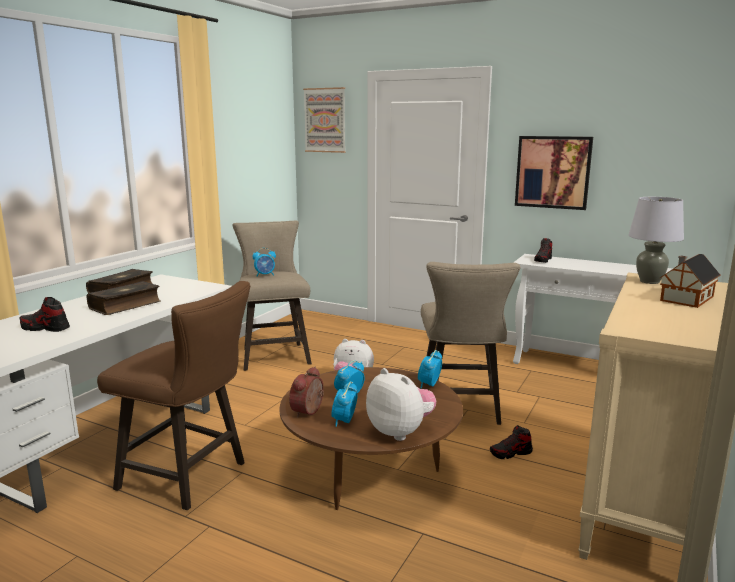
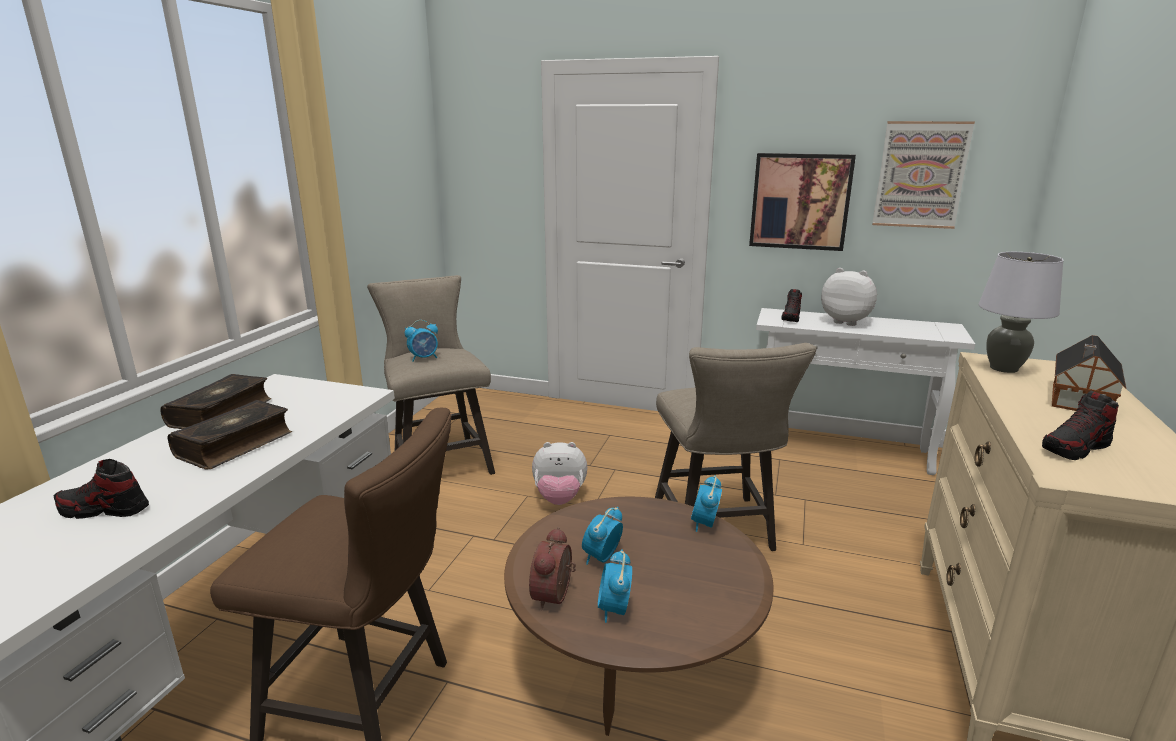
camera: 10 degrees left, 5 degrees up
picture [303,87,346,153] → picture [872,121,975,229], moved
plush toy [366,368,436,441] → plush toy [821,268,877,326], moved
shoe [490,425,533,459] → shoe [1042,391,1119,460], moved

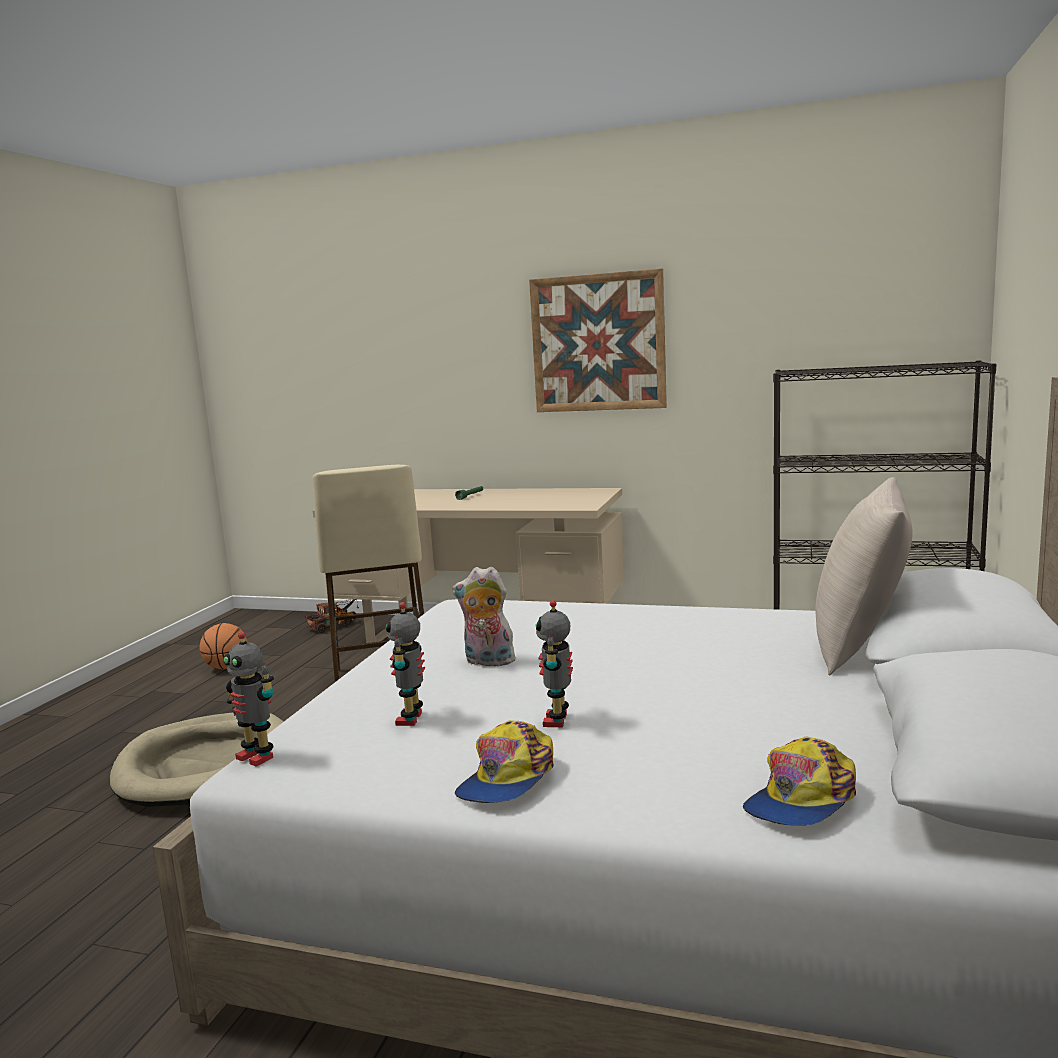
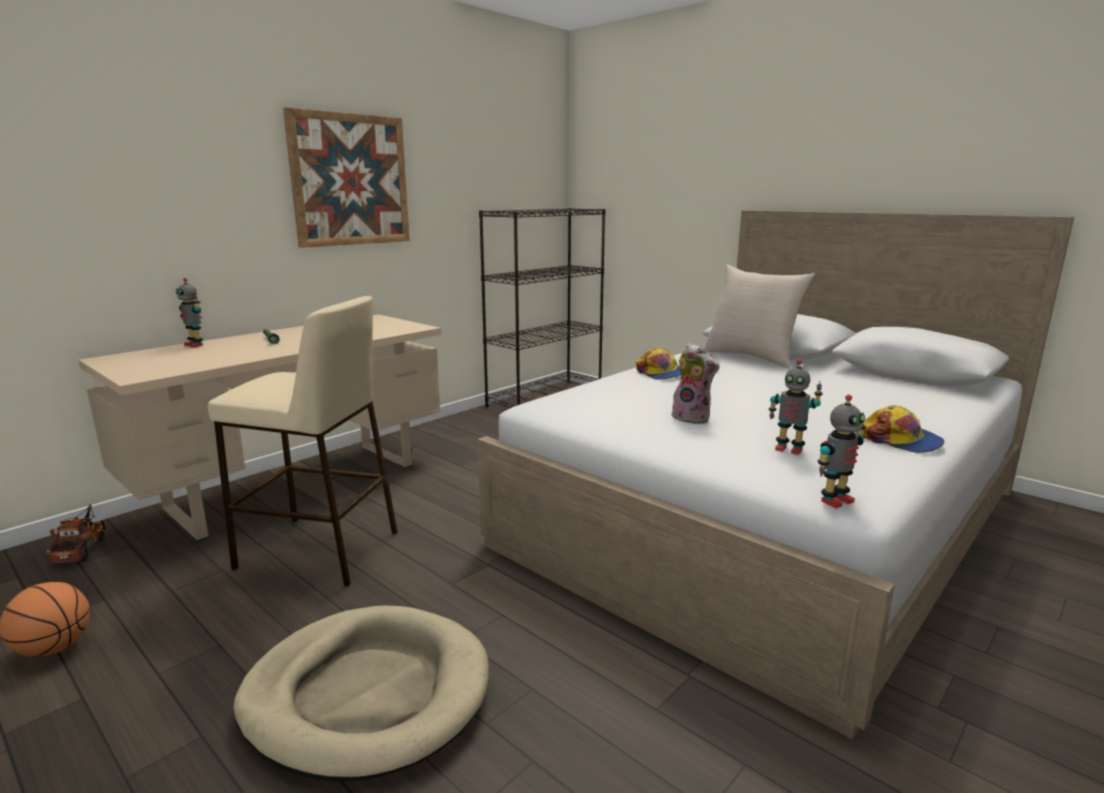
camera: 65 degrees left, 5 degrees up
plush toy [452,566,516,666] → plush toy [672,343,720,424], 90 degrees counterclockwise
toy robot [536,600,573,727] → toy robot [175,278,203,348], moved
cap [743,737,856,826] → cap [636,348,681,380], moved

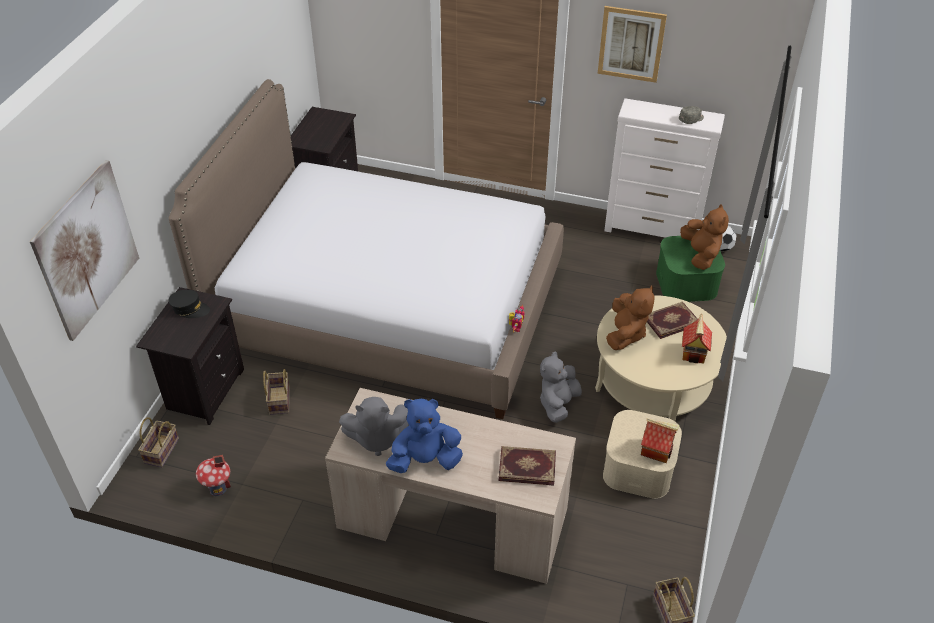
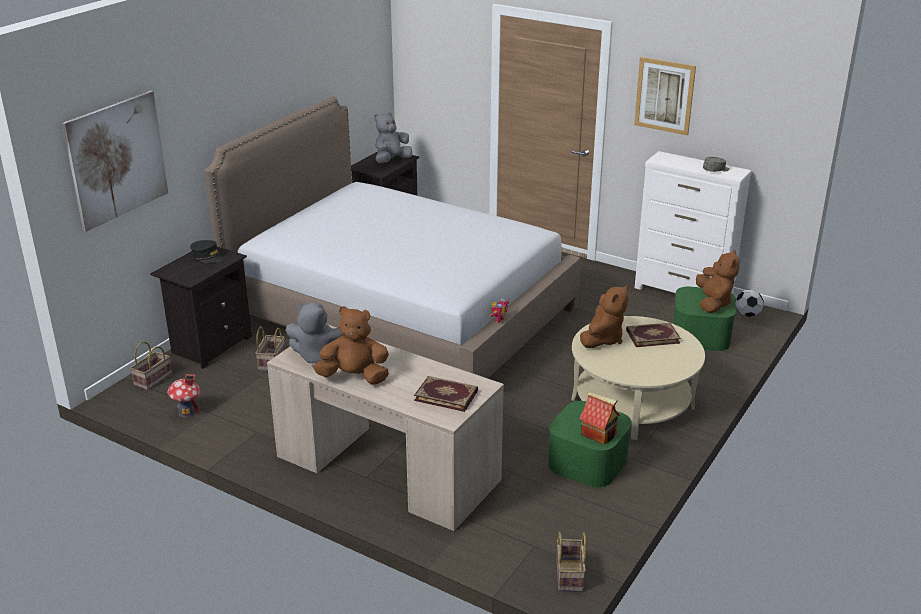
camera: 15 degrees right, 15 degrees down
blue plush toy [386,399,463,473] → brown plush toy [313,306,389,384]
grey plush toy [540,351,582,423] → grey plush toy [374,112,412,163], moved
beige storage box [603,410,682,499] → green storage box [548,401,632,488]
toy house [682,314,712,364] → -

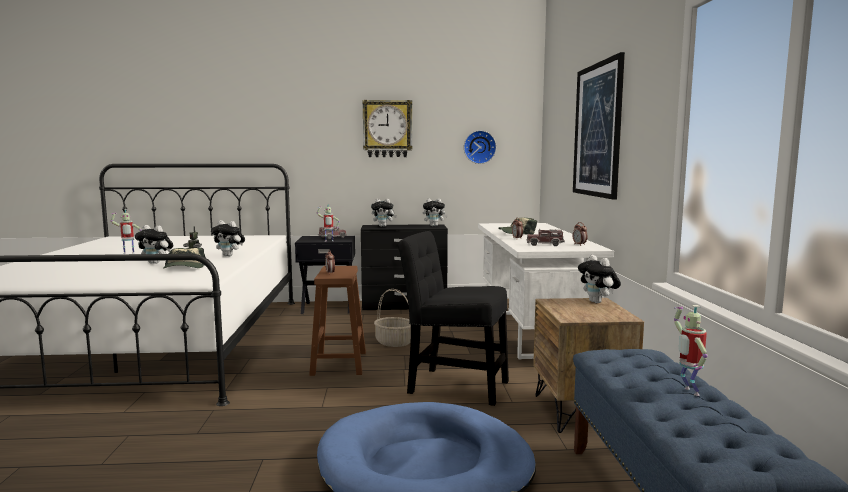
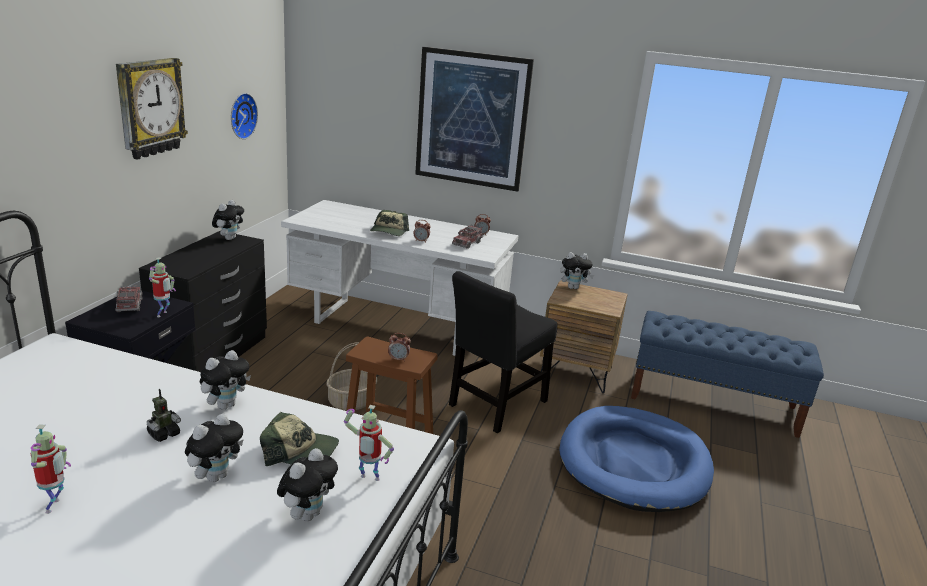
camera: 70 degrees left, 15 degrees up
plush toy [371,199,397,227] → plush toy [277,448,338,521], moved
toy robot [674,305,708,396] → toy robot [344,405,394,481], moved

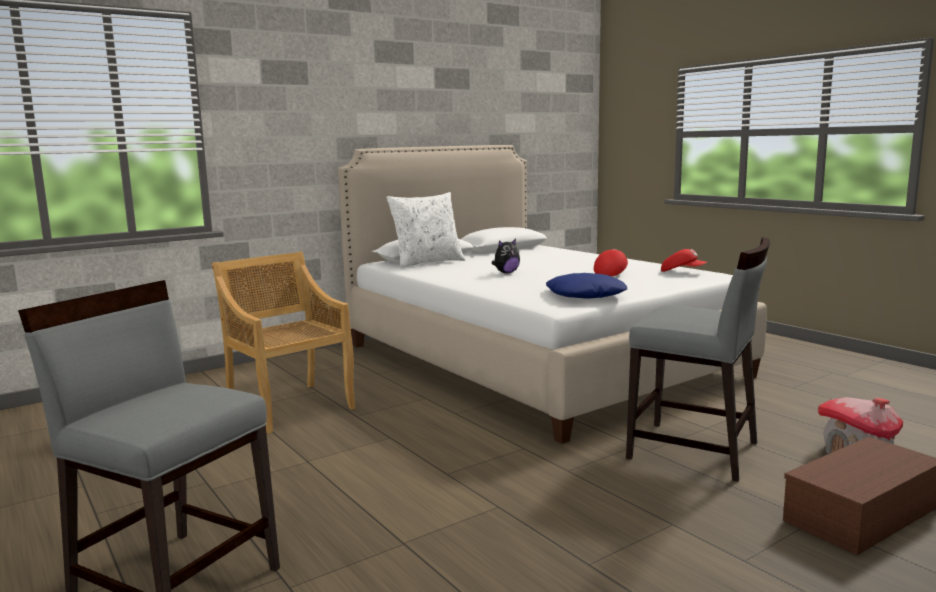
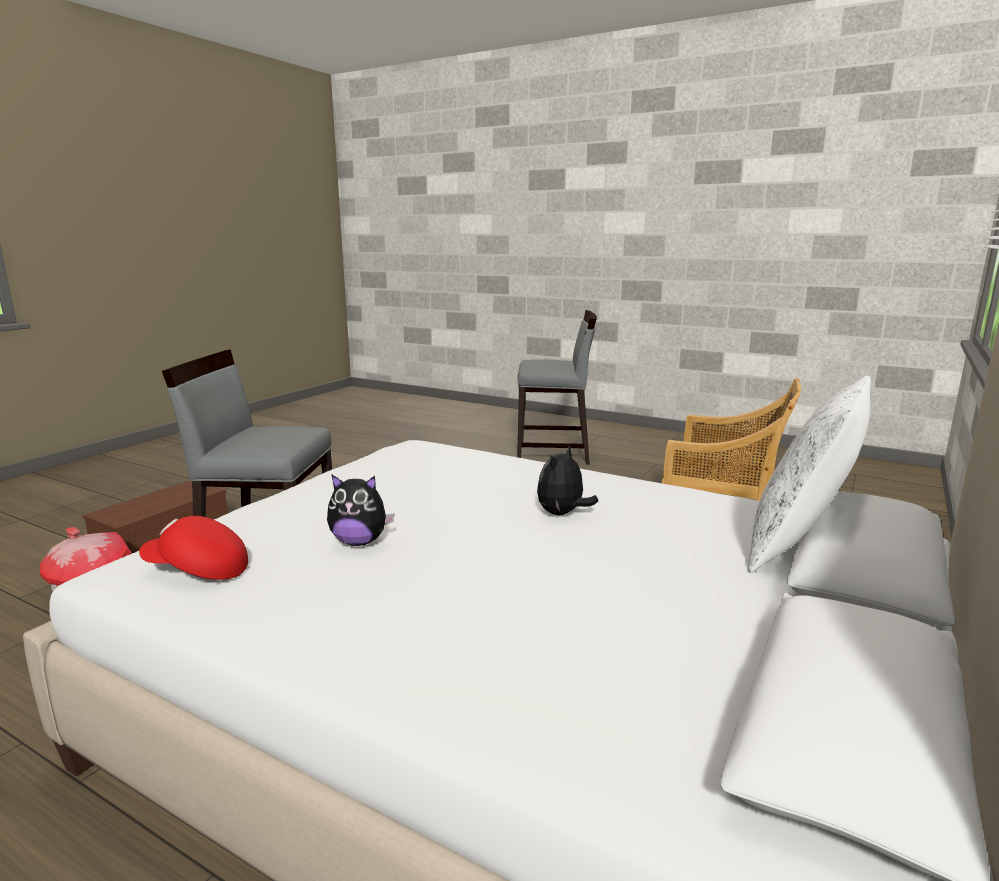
camera: 155 degrees right, 5 degrees up
blue pillow [546,273,627,298] → -
red cap [594,249,628,276] → plush toy [327,475,395,546]

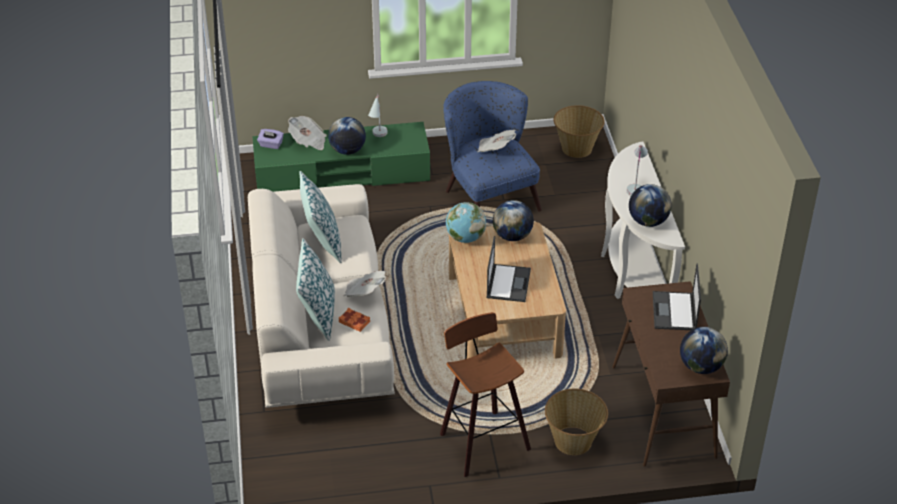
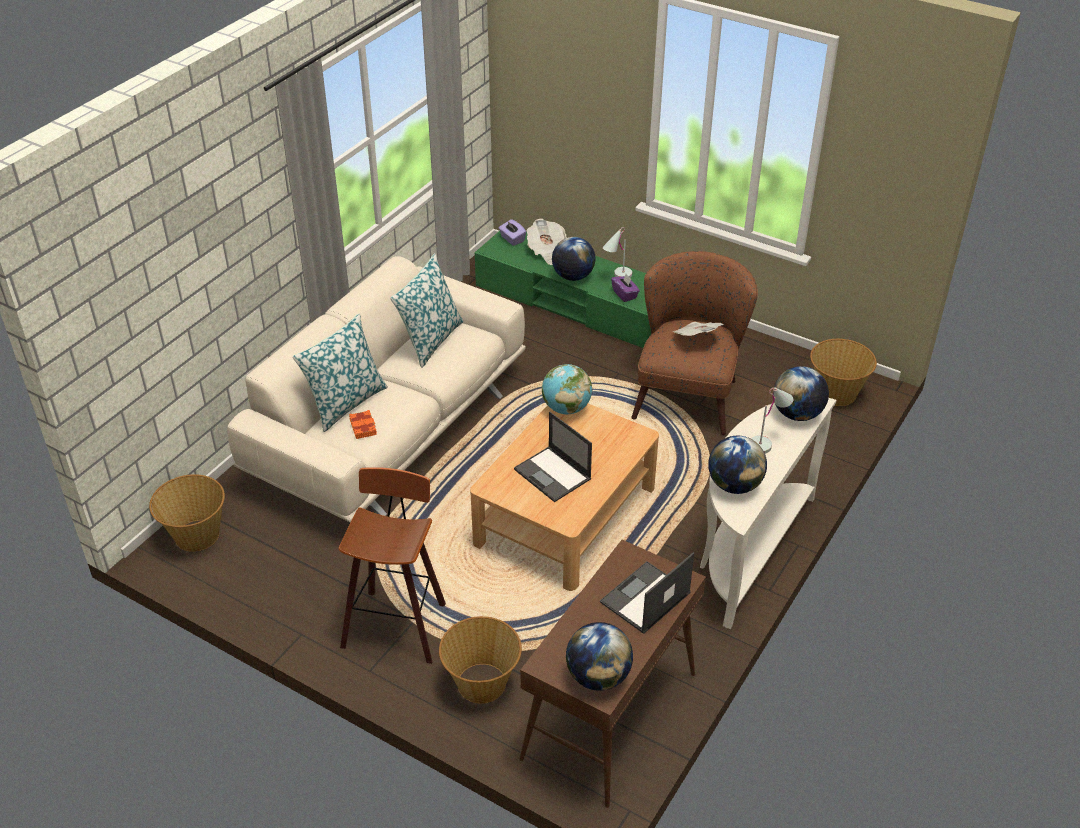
camera: 40 degrees right, 0 degrees up
newspaper [344,271,386,297] → -
blue armchair [443,81,542,212] → brown armchair [631,251,758,435]
laptop [486,236,531,302] → laptop [514,412,592,502], 90 degrees clockwise
globe [493,200,534,241] → globe [773,366,829,421], moved
- → basket [149,474,225,552]
- → purple tissue box [611,274,640,302]

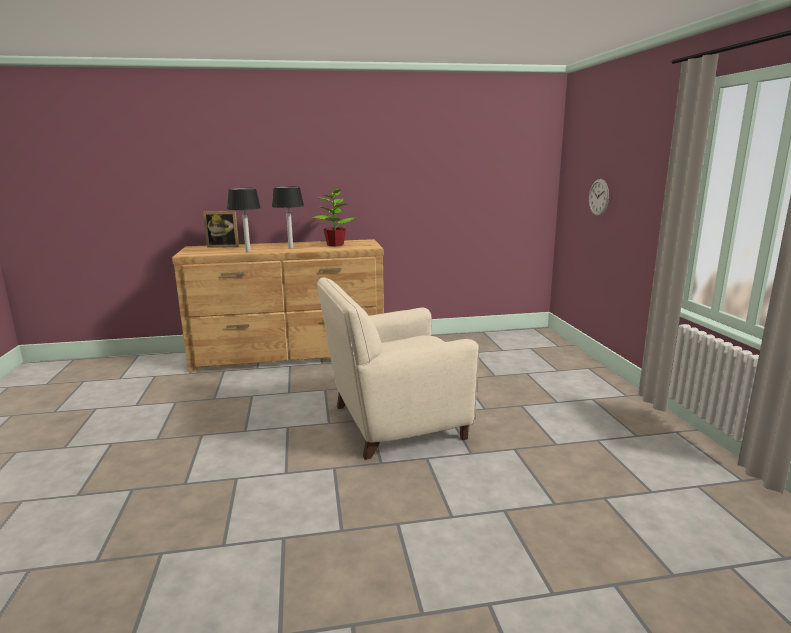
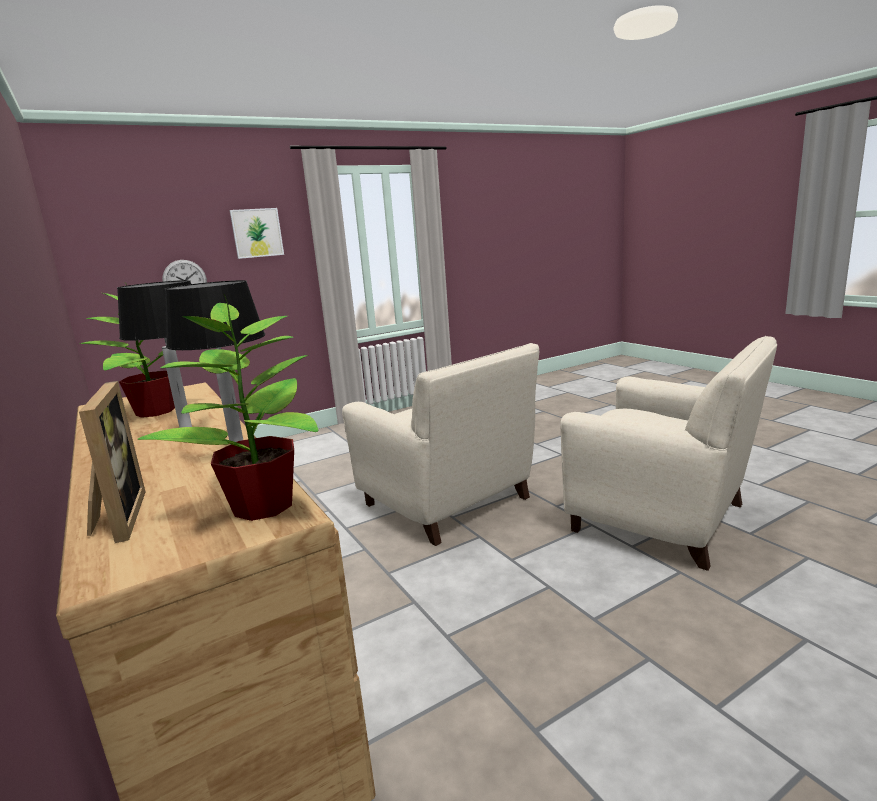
camera: 110 degrees left, 0 degrees up
- → potted plant [138,294,318,521]
- → picture [230,208,284,259]
- → beige armchair [560,336,777,571]

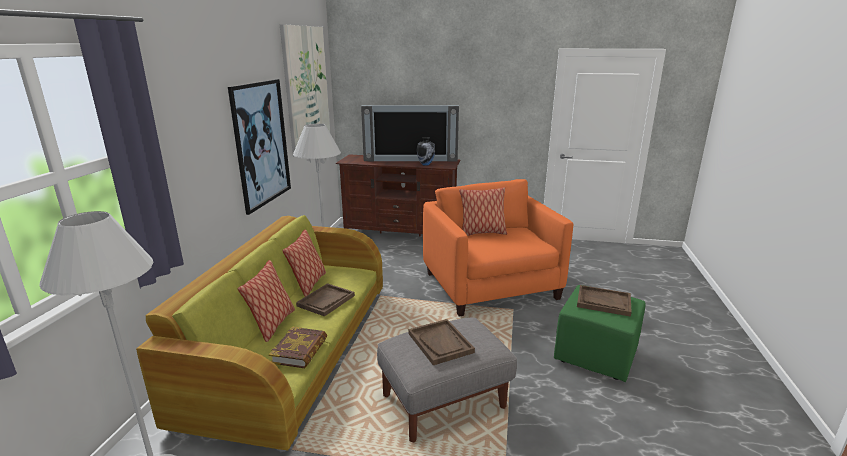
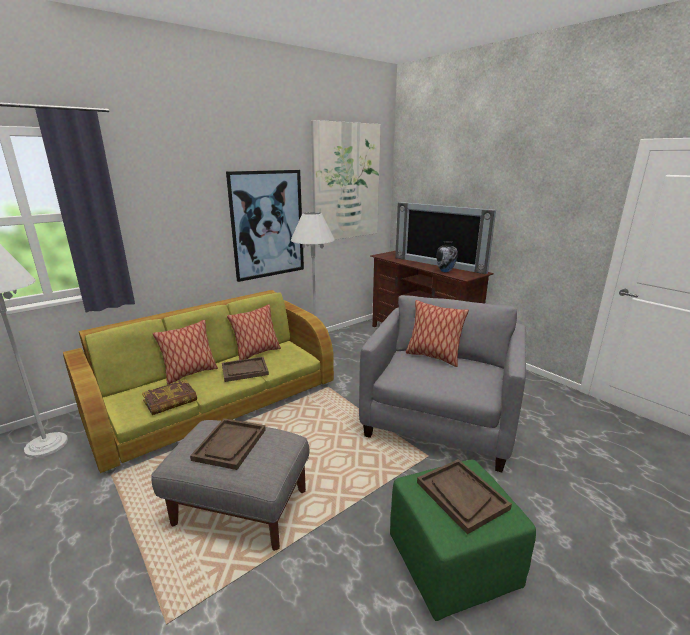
camera: 40 degrees right, 0 degrees up
orange armchair [423,179,573,316] → grey armchair [359,295,526,472]

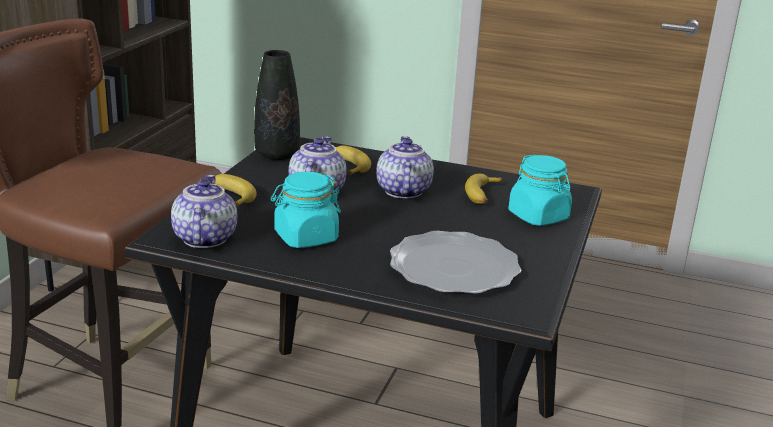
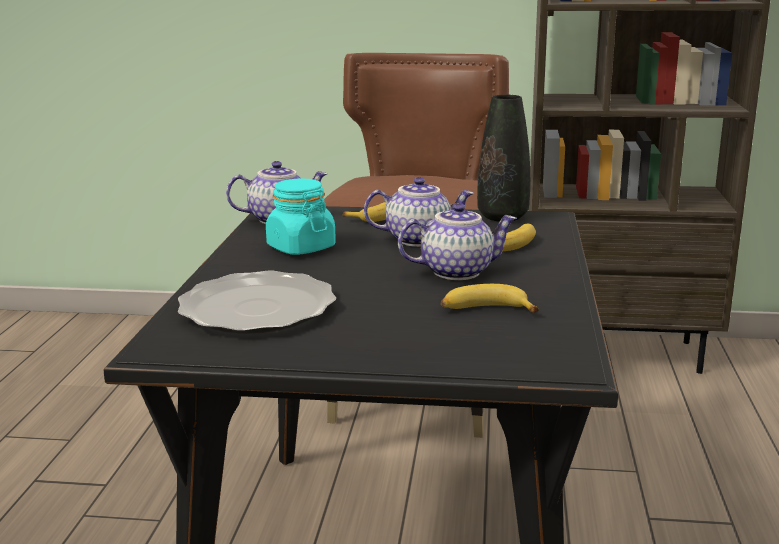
camera: 80 degrees right, 5 degrees down
turquoise jar [509,154,572,226] → -

